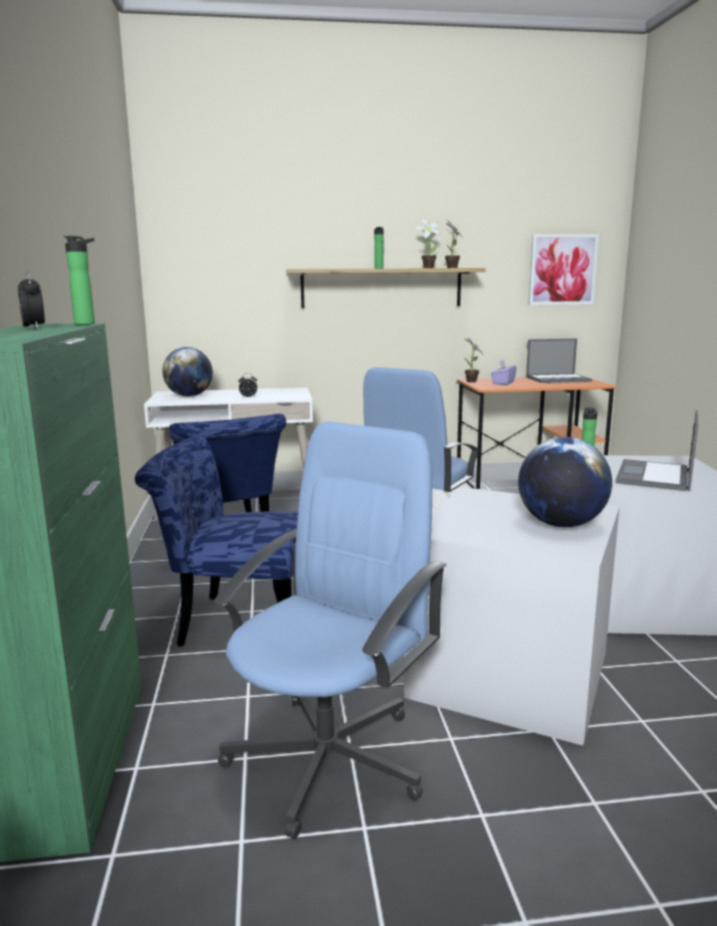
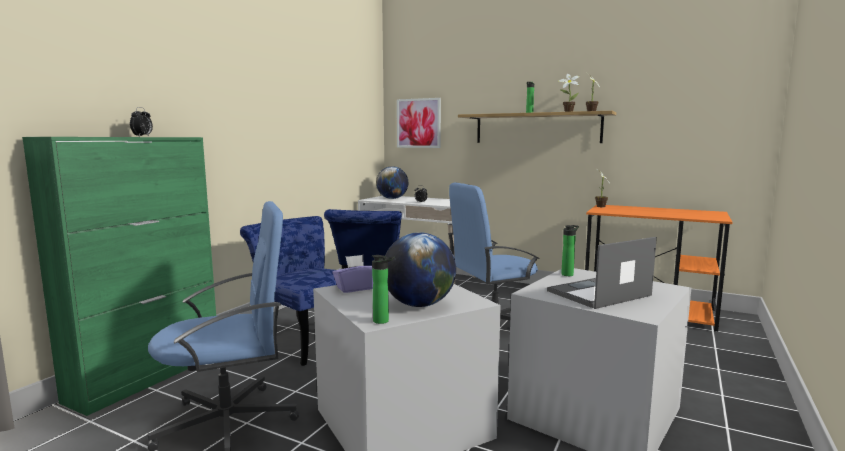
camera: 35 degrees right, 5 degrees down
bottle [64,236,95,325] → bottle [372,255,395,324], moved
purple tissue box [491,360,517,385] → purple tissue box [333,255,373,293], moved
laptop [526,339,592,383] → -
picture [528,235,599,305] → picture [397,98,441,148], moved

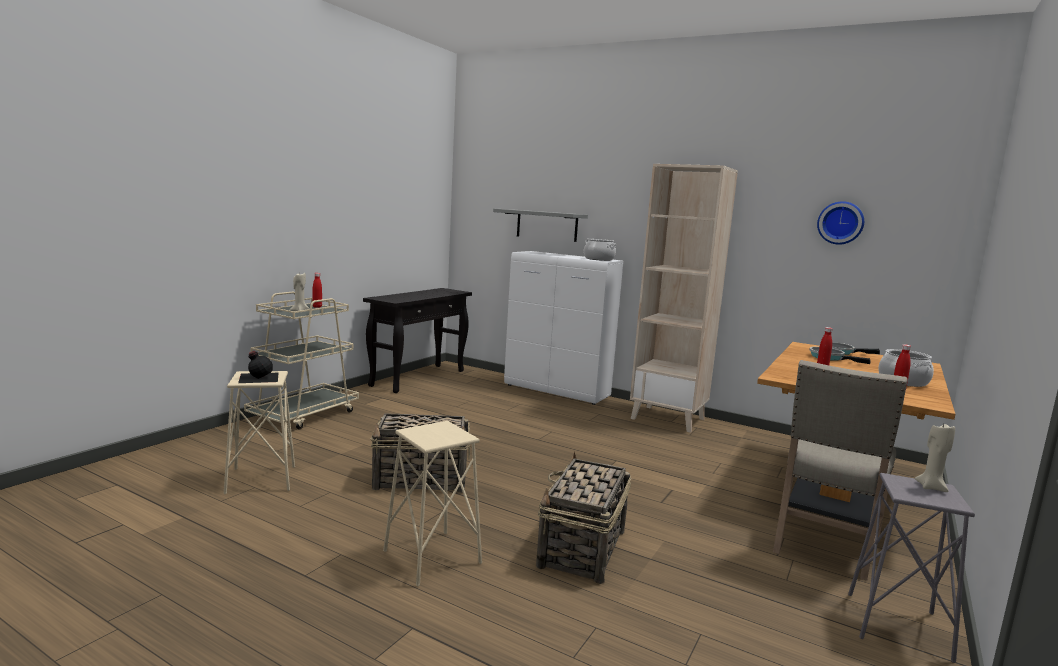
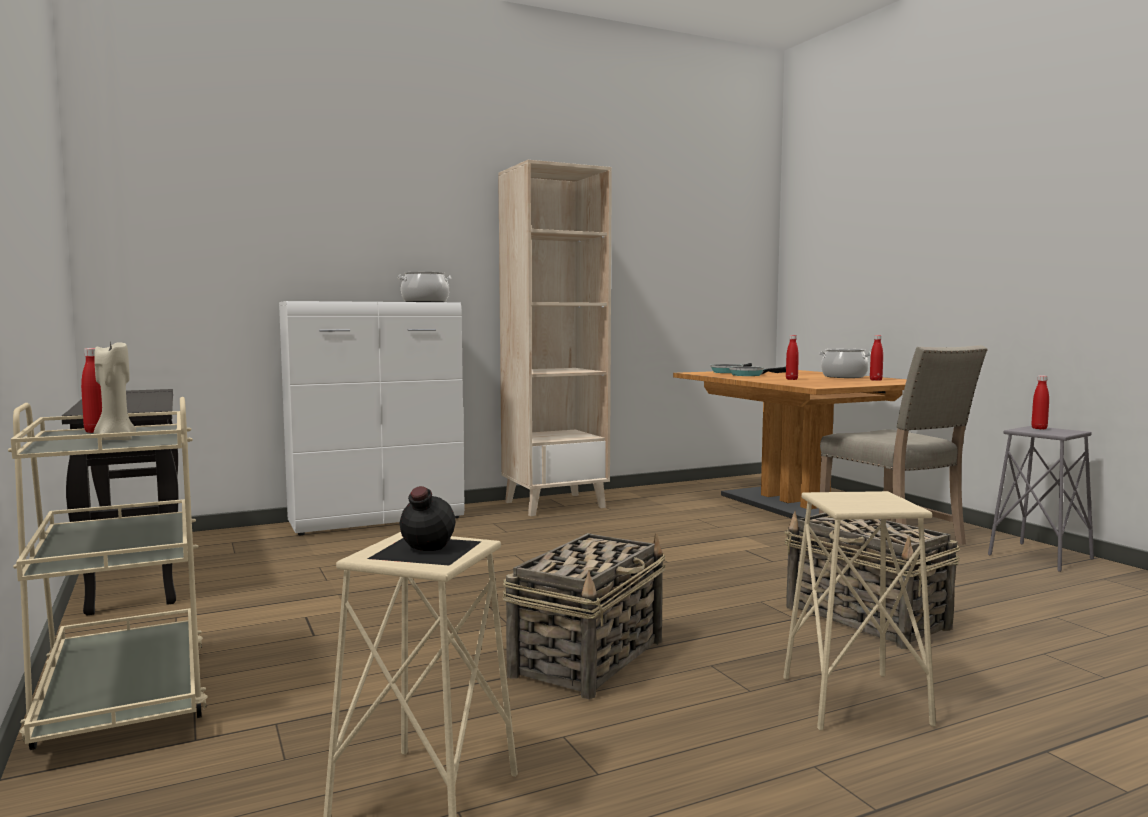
camera: 55 degrees left, 5 degrees down
grey shelf [493,209,588,242] → -
wall clock [817,201,864,245] → -
beige candle [914,424,955,492] → red bottle [1031,375,1049,429]

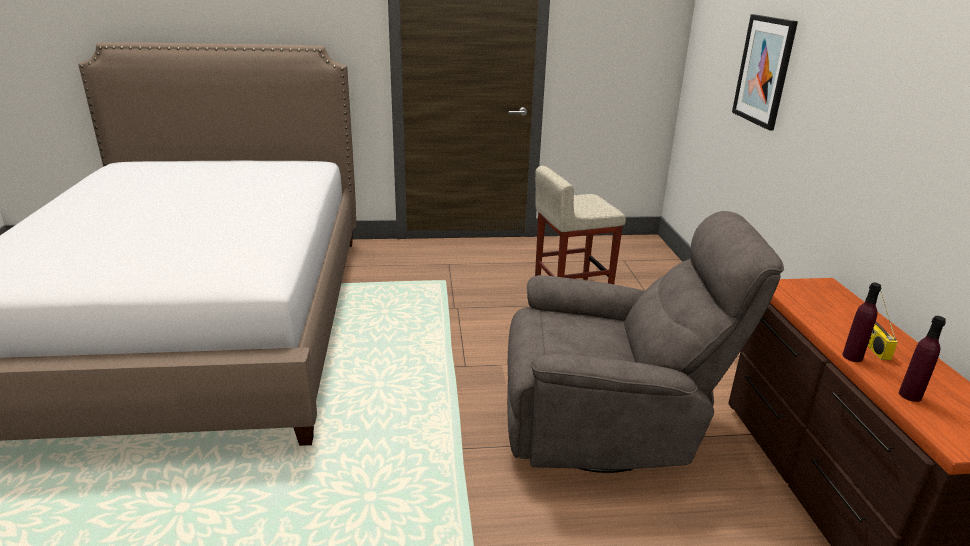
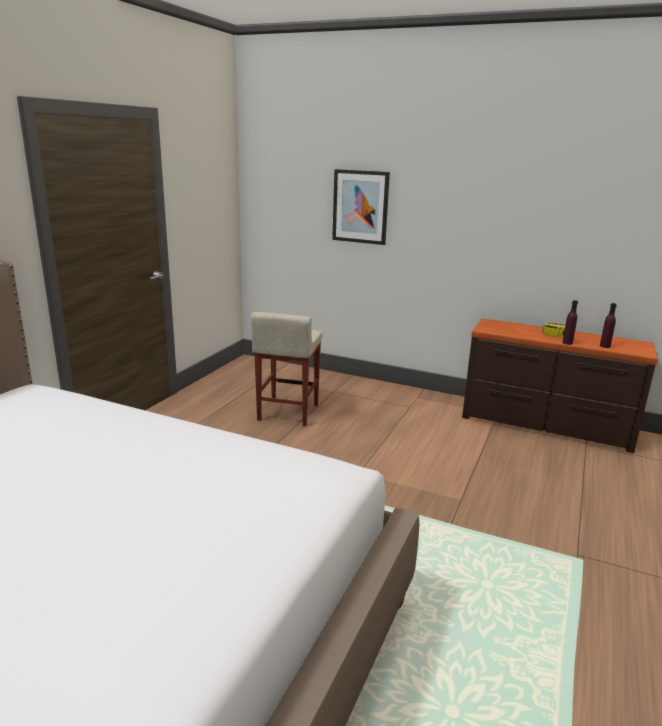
camera: 60 degrees left, 5 degrees down
grey armchair [507,211,784,473] → -

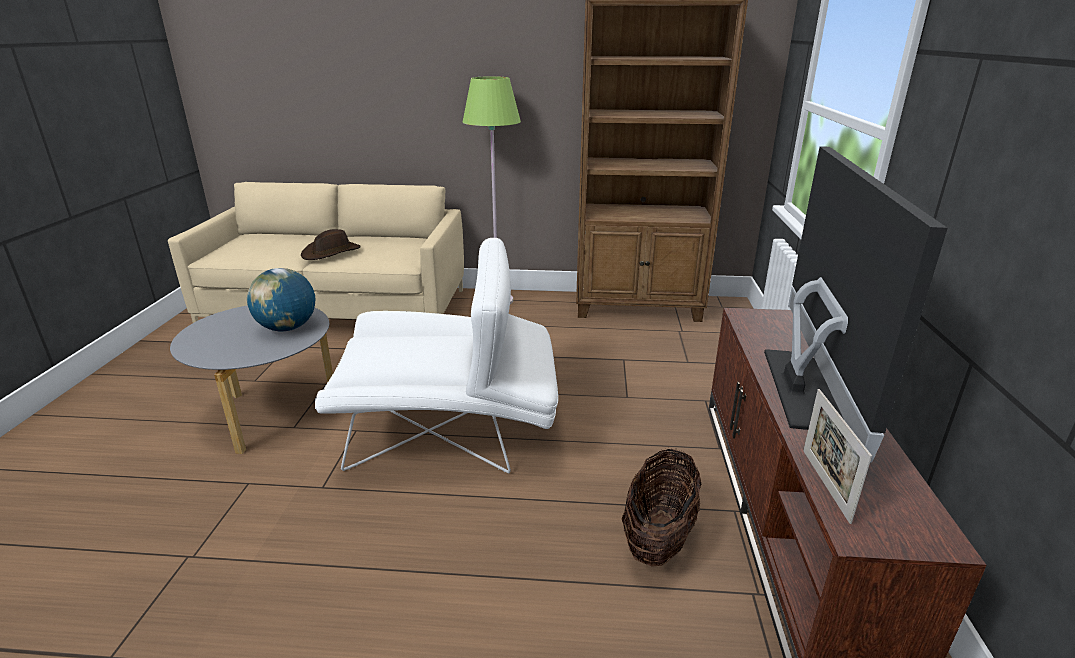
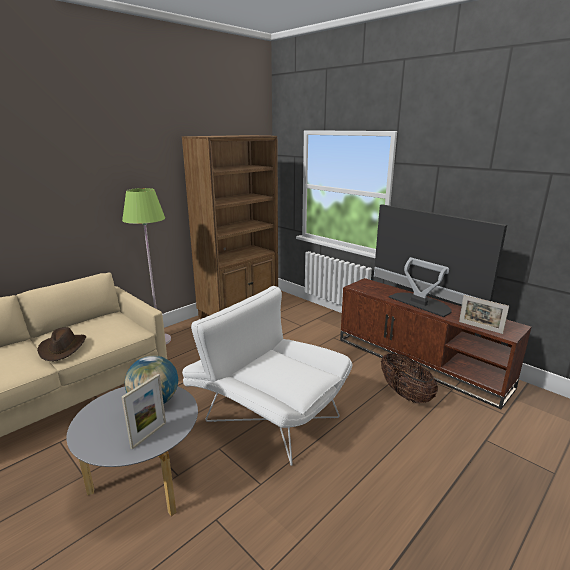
camera: 50 degrees left, 5 degrees down
white armchair [315,238,558,474] → white armchair [182,286,352,466], 90 degrees counterclockwise
- → picture frame [121,374,166,449]

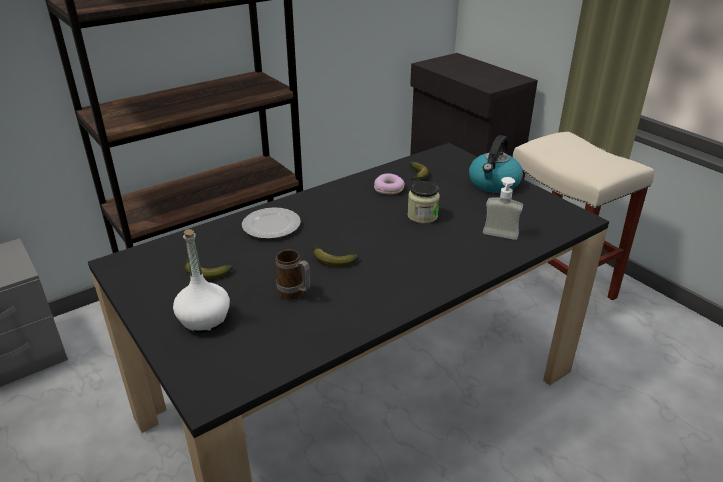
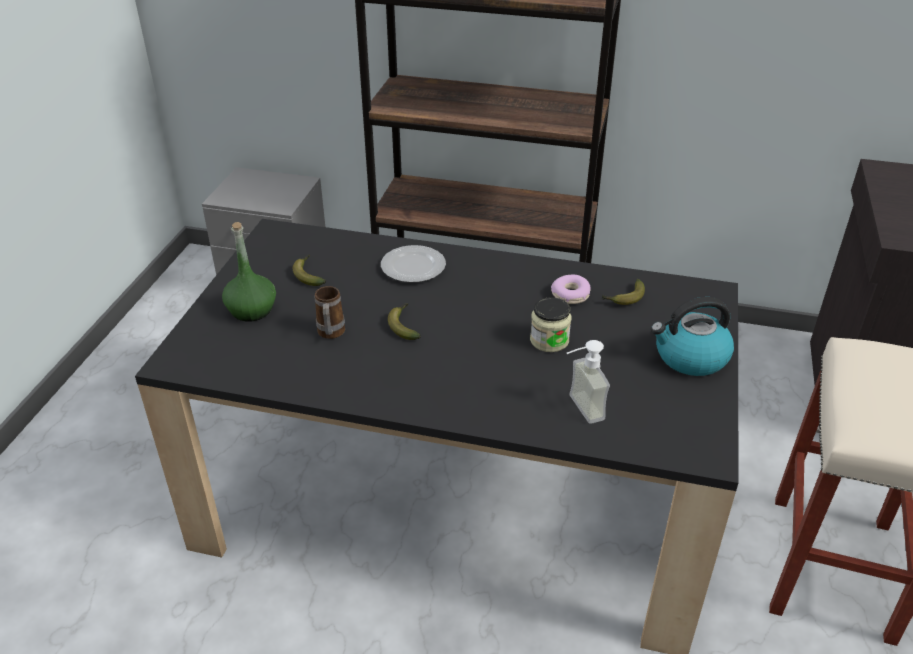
camera: 50 degrees right, 5 degrees up
white bottle [173,229,230,333] → green bottle [222,222,276,322]

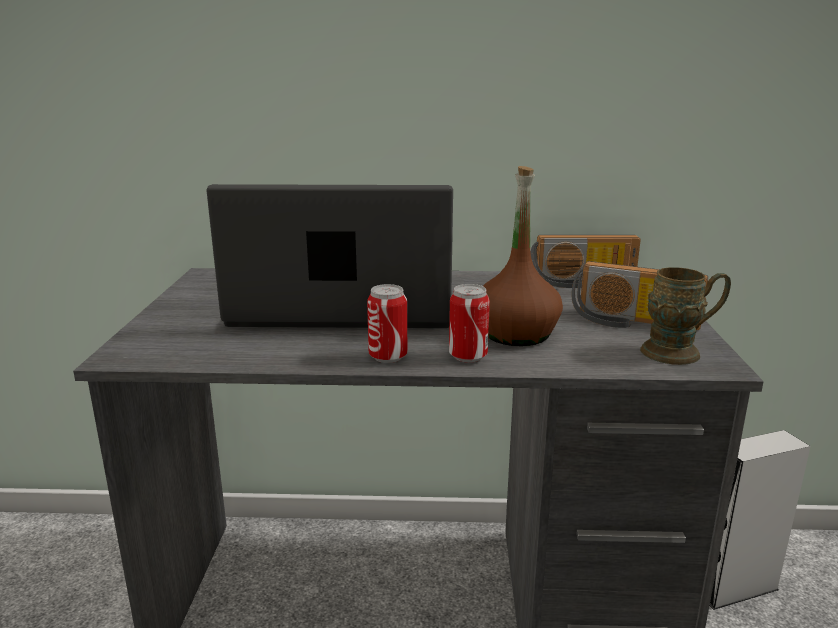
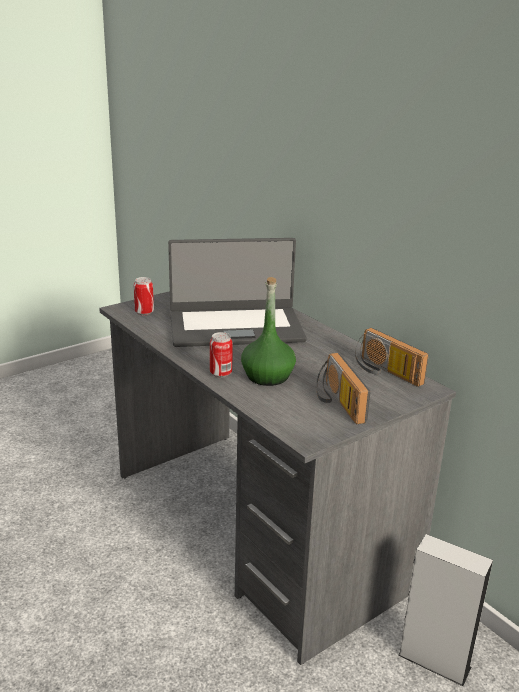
camera: 50 degrees right, 5 degrees up
laptop [206,184,453,328] → laptop [168,238,307,347], 120 degrees clockwise
can [367,284,407,363] → can [134,277,154,315], moved
brown bottle [483,166,563,346] → green bottle [241,277,296,386]
brown mug [640,267,731,365] → -

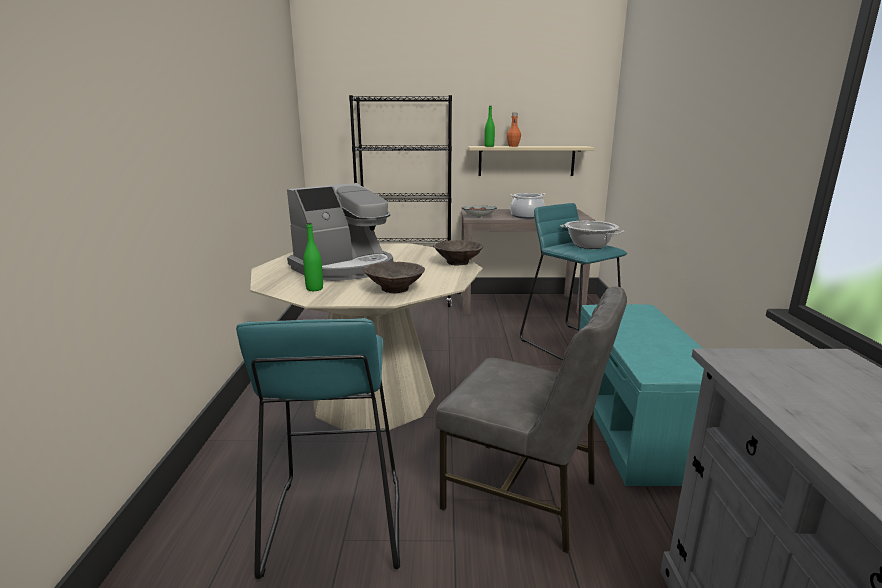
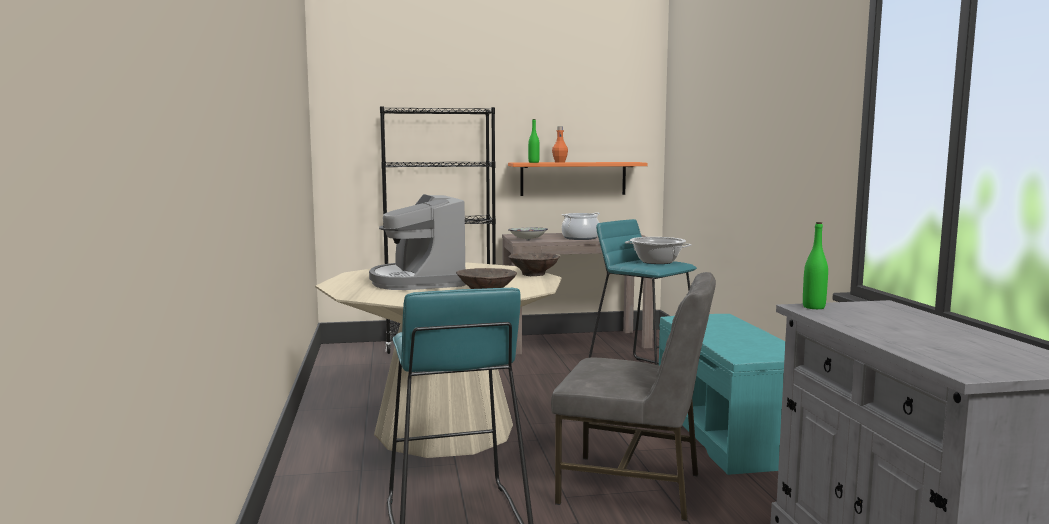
camera: 10 degrees left, 10 degrees down
coffee machine [287,183,393,281] → coffee machine [369,194,466,290], 120 degrees clockwise
green bottle [303,223,323,291] → green bottle [803,222,828,309], moved
beige shelf [468,146,594,176] → orange shelf [508,162,648,196]

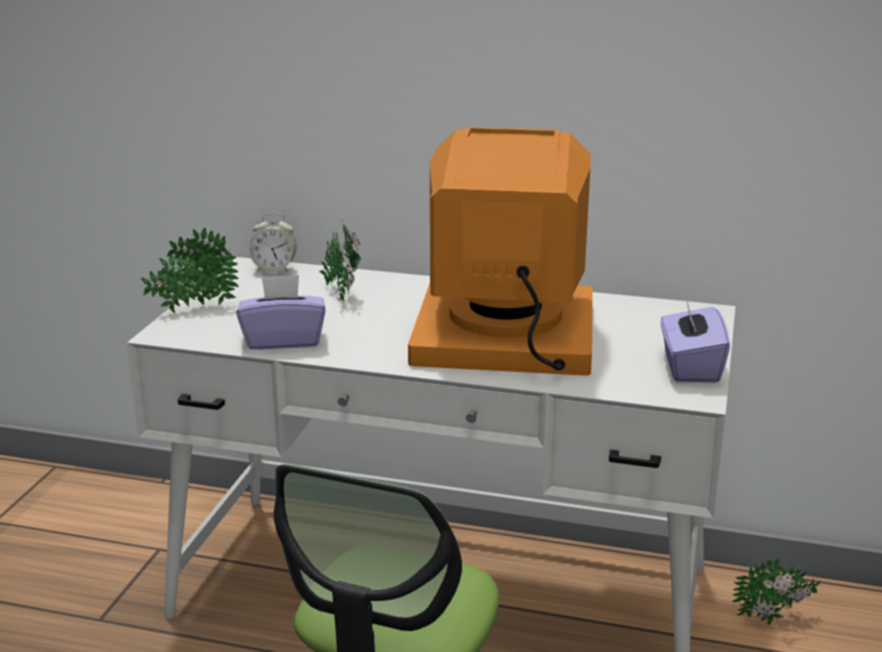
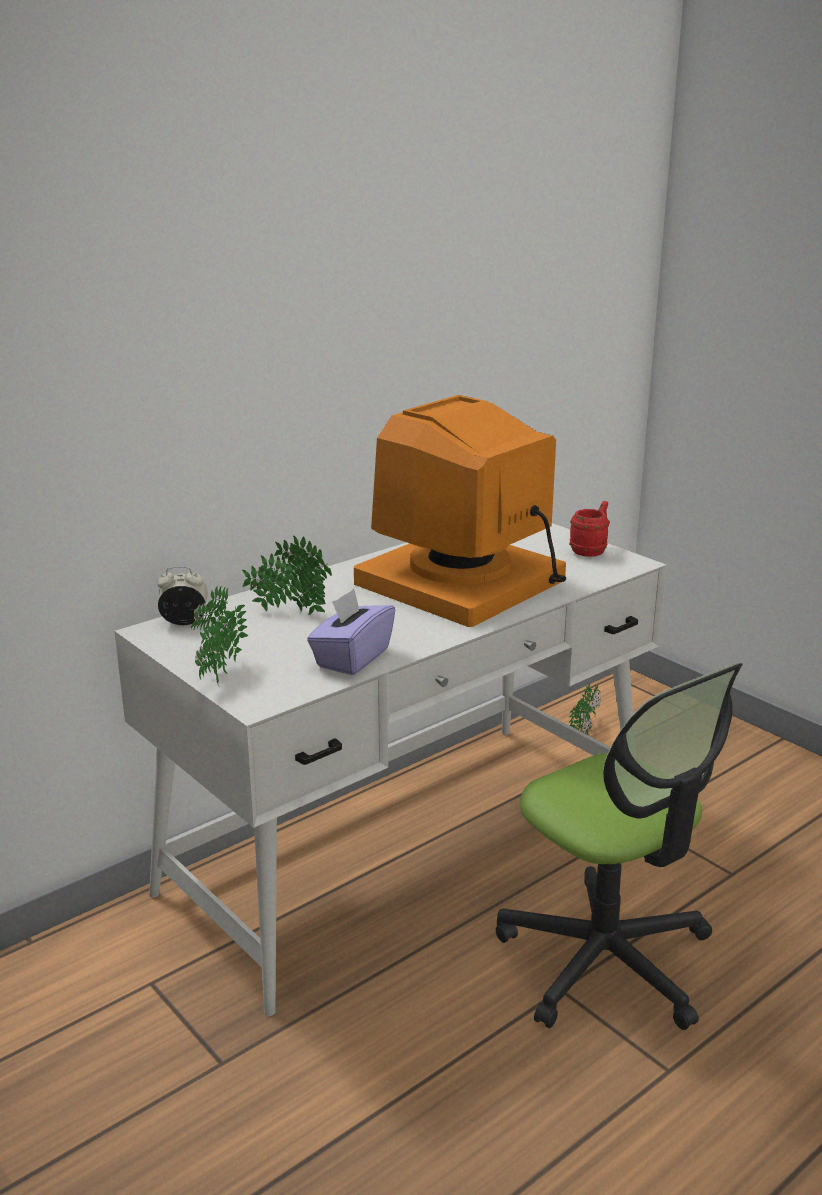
camera: 55 degrees left, 0 degrees up
alarm clock [249,213,296,272] → alarm clock [157,566,208,625], 135 degrees counterclockwise
purple tissue box [661,298,730,383] → red mug [569,501,610,557]

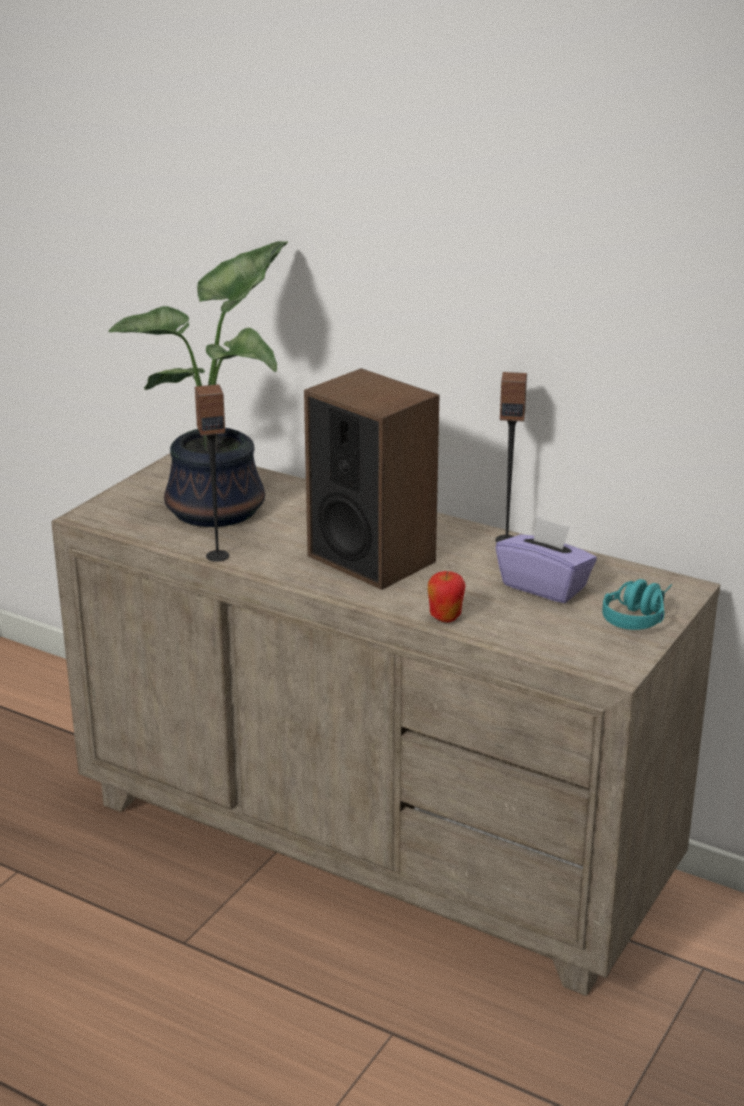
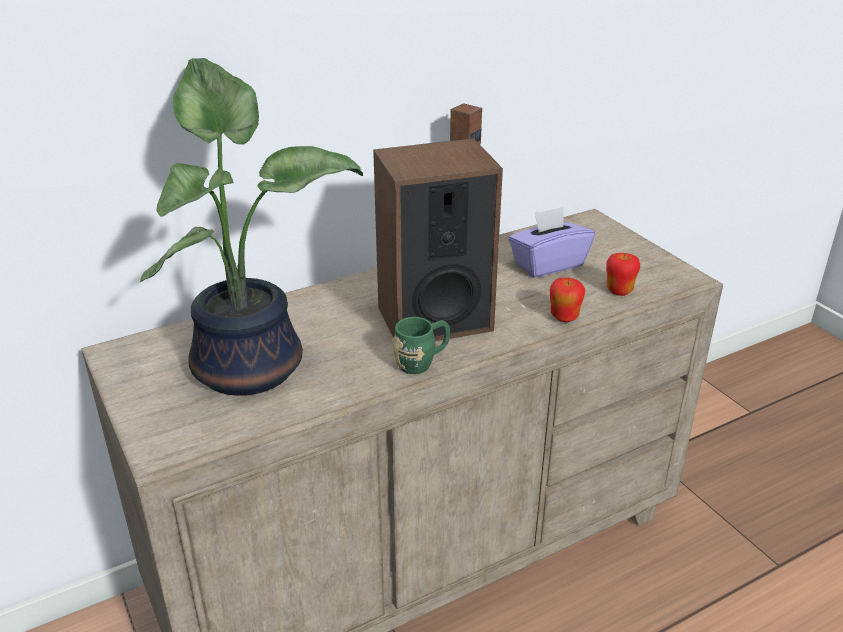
camera: 60 degrees left, 5 degrees up
speaker [195,384,229,562] → -
turquoise headphones [602,579,672,630] → -
- → green mug [392,317,450,374]
- → apple [606,252,640,296]

